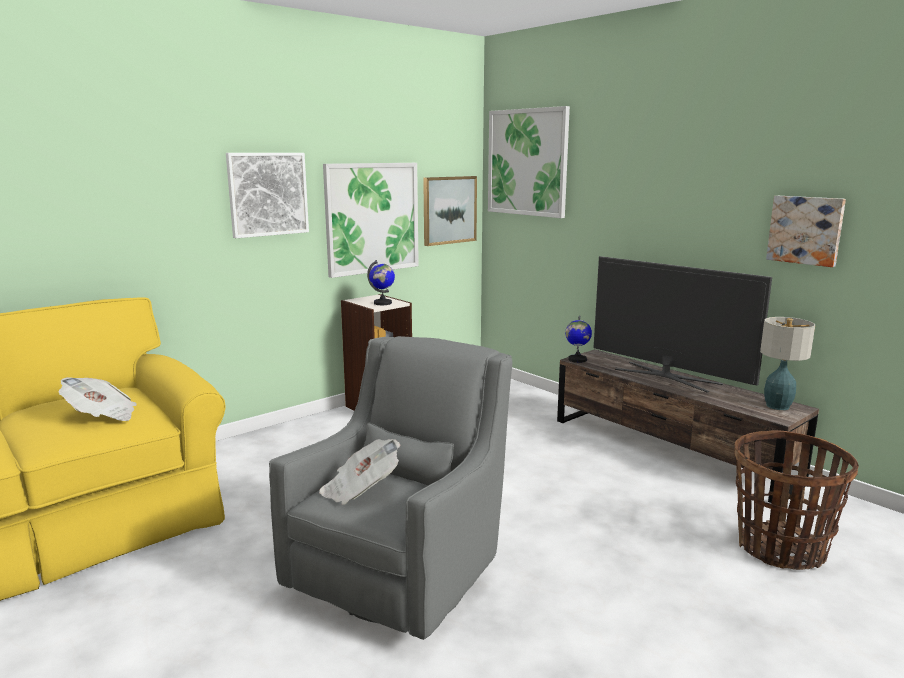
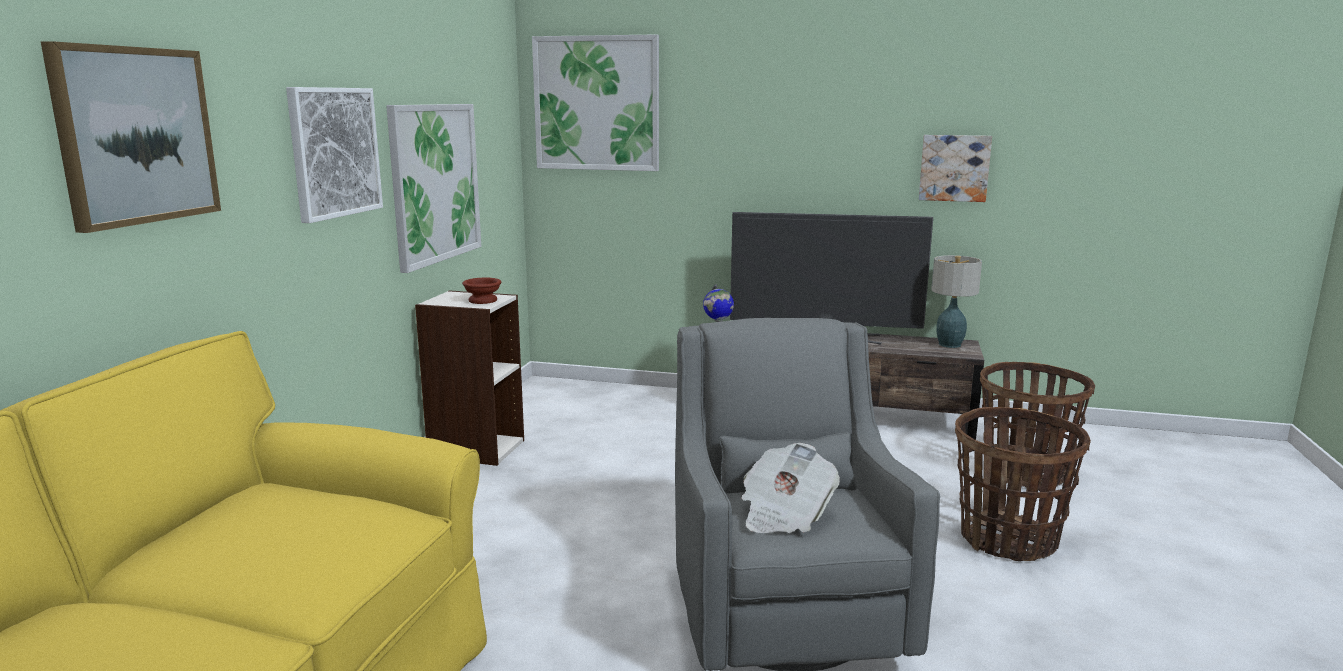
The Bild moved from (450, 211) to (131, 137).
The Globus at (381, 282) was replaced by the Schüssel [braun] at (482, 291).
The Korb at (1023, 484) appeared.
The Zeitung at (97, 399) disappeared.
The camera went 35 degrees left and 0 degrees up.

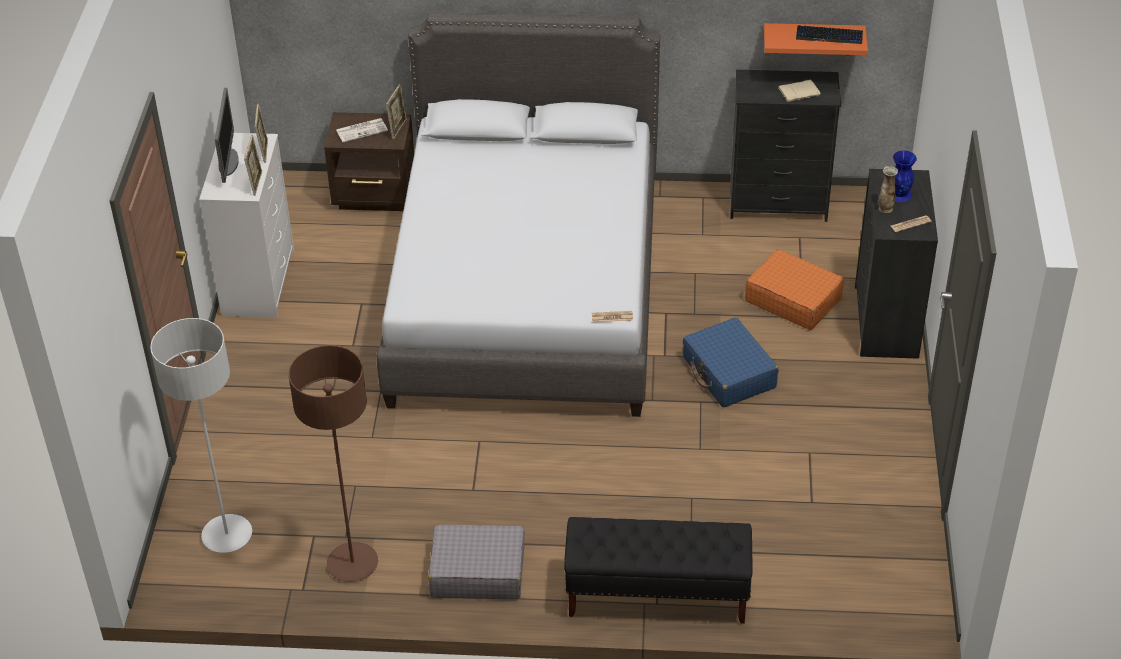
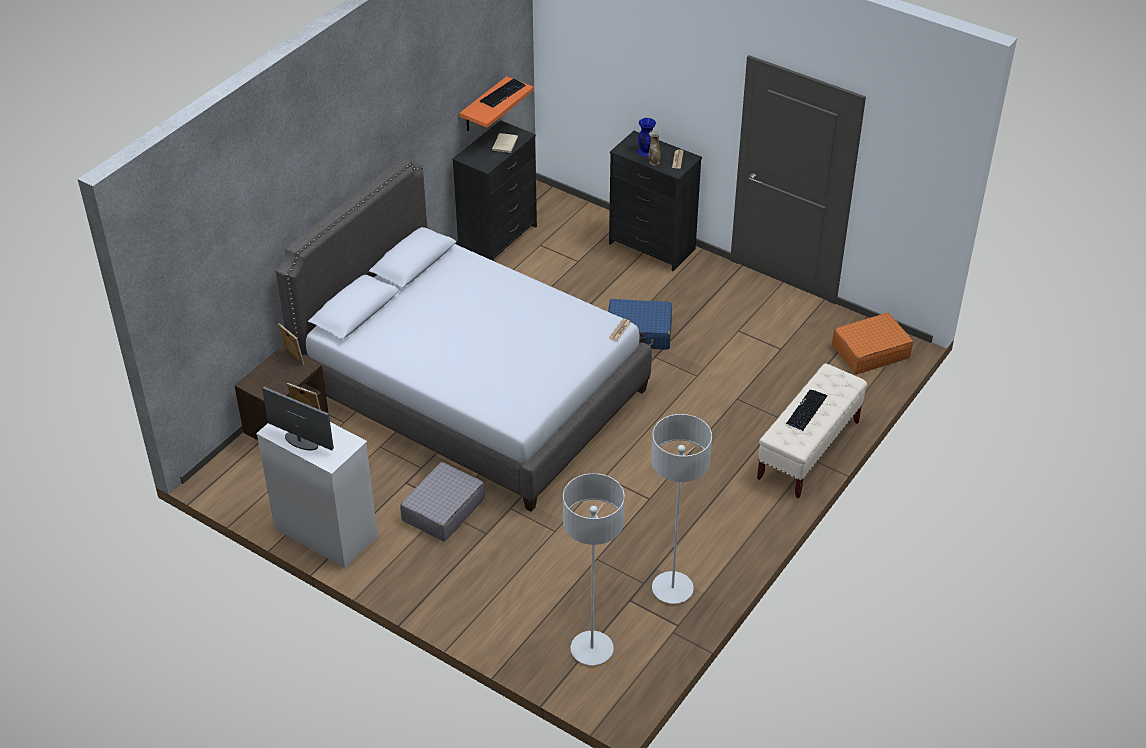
The Koffer [grau] moved from (476, 562) to (442, 501).
The Stehlampe [braun] at (333, 463) became the Stehlampe [grau] at (681, 509).
The Bank [schwarz] at (658, 570) became the Bank [beige] at (812, 430).
The Tastatur at (806, 410) appeared.
The Koffer [orange] moved from (794, 289) to (872, 343).
The Bilderrahmen at (253, 165) disappeared.
The Zeitung at (362, 130) disappeared.
The camera went 60 degrees left and 0 degrees up.

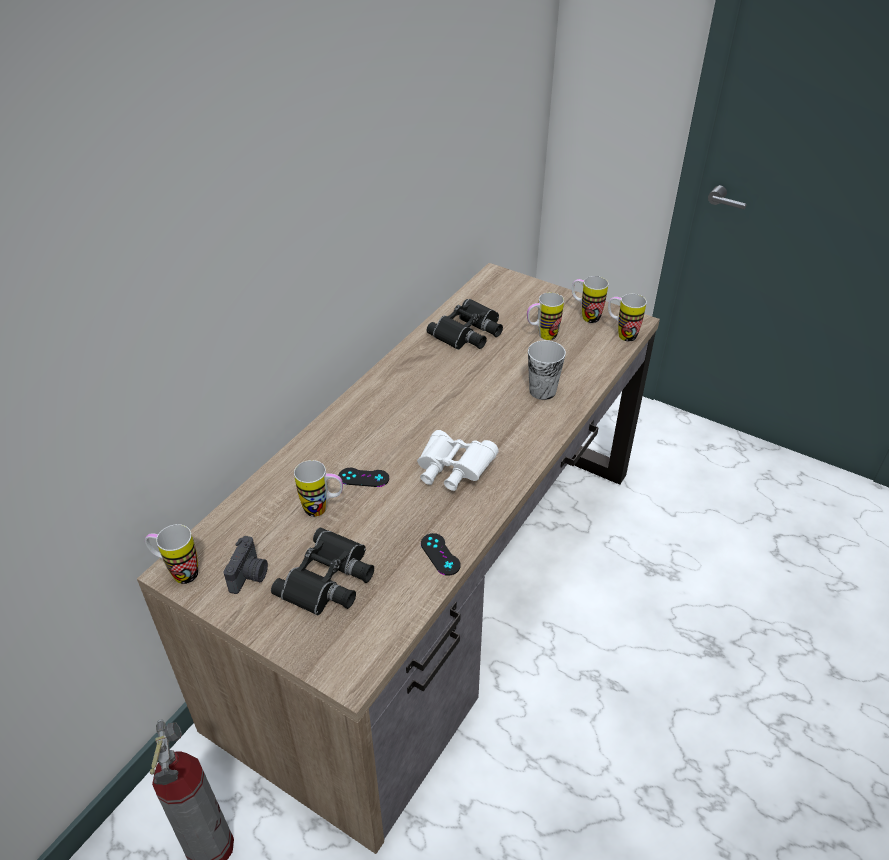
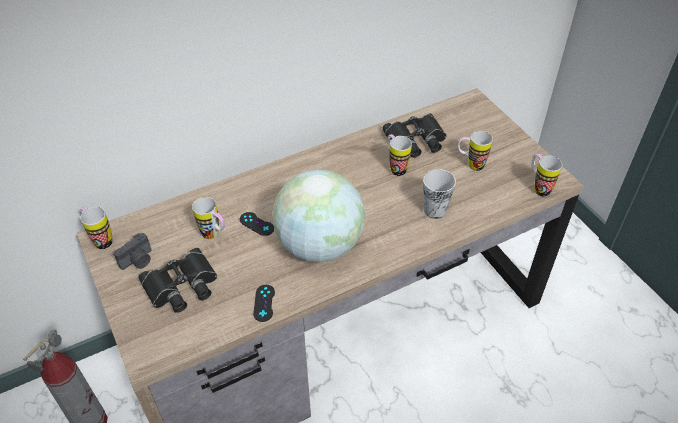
The Fernglas [weiß] at (458, 460) was replaced by the Globus at (318, 216).
The Henkelbecher moved from (590, 299) to (399, 155).
The camera went 30 degrees right and 5 degrees up.

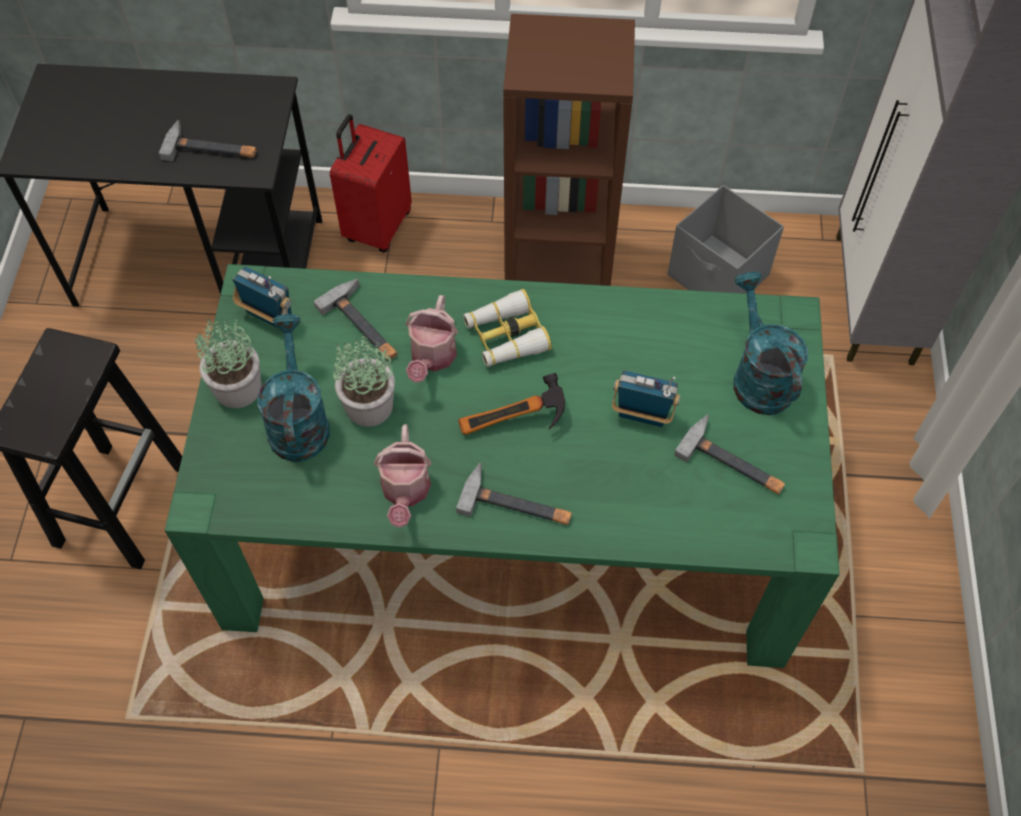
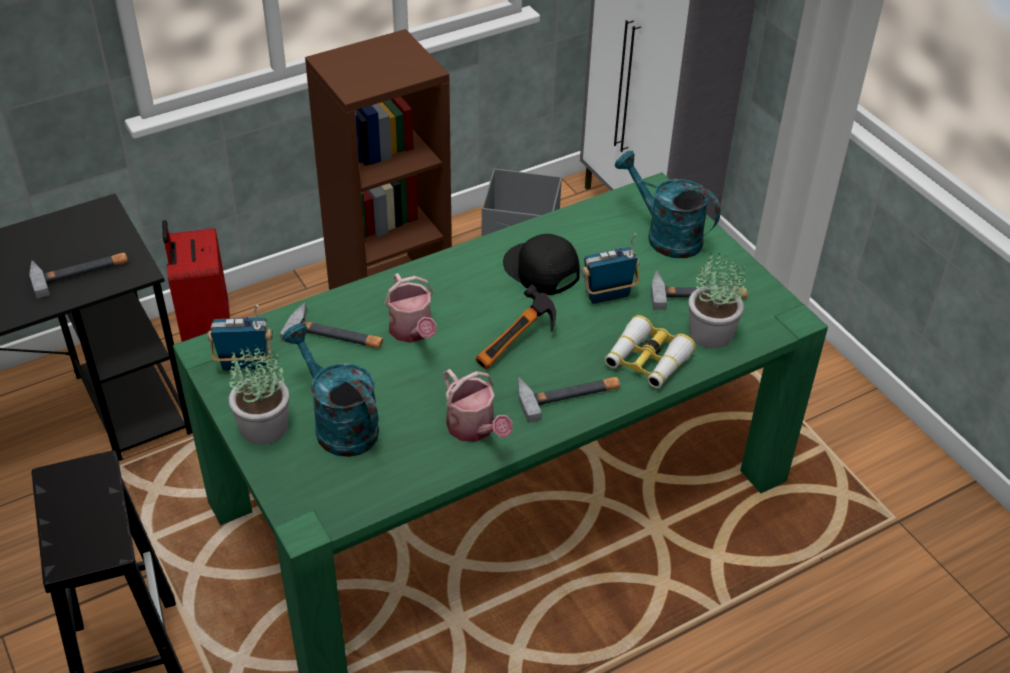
The Kappe [schwarz] at (541, 264) appeared.
The Fernglas moved from (507, 328) to (650, 351).
The Topfpflanze moved from (364, 381) to (717, 301).
The camera went 35 degrees left and 15 degrees down.

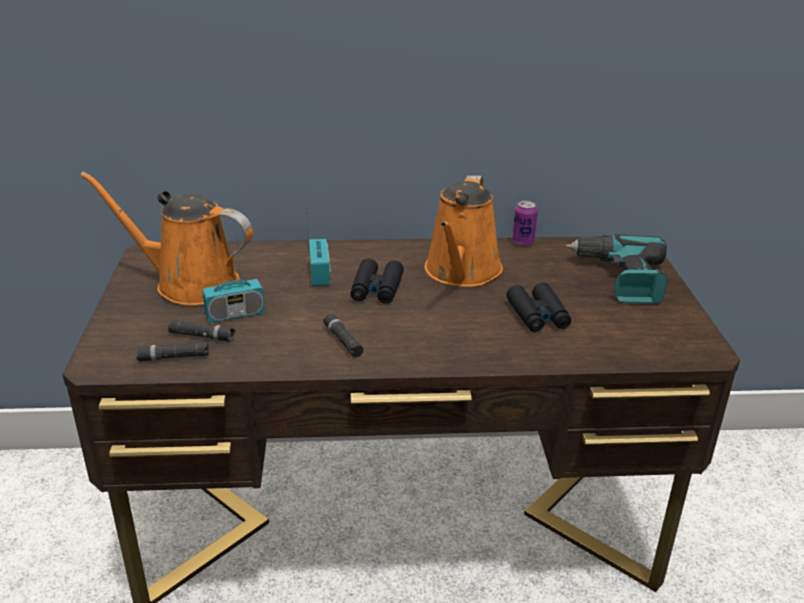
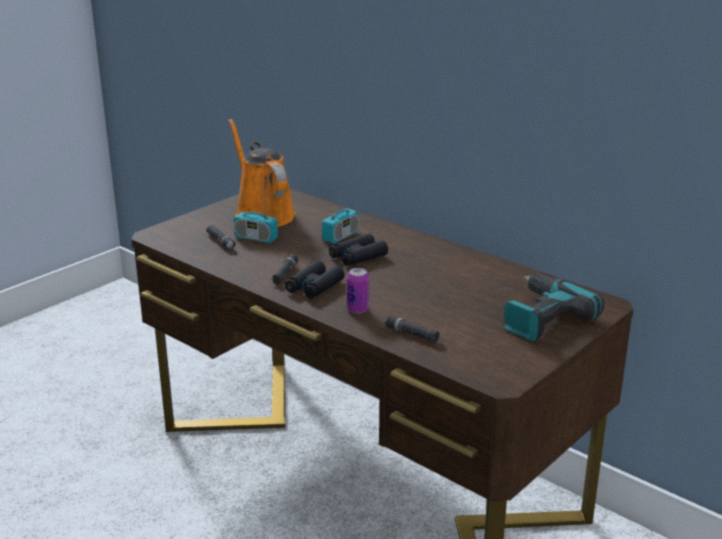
The Fernglas [schwarz] moved from (539, 307) to (315, 279).
The Dose moved from (525, 223) to (358, 291).
The Taschenlampe [schwarz] moved from (172, 352) to (412, 329).
The Gießkanne [orange] at (464, 231) disappeared.
The camera went 45 degrees right and 5 degrees down.

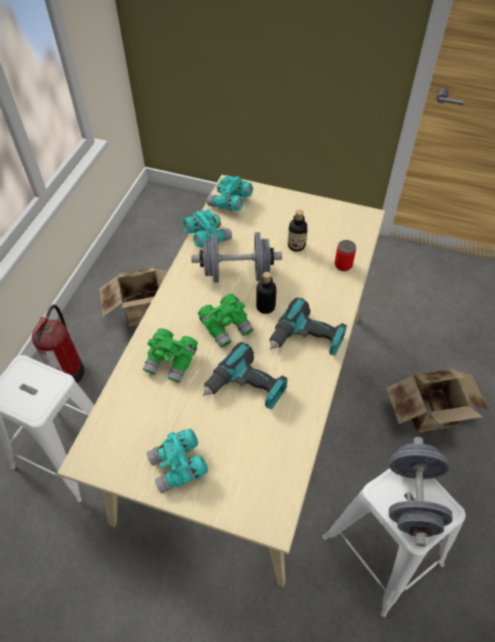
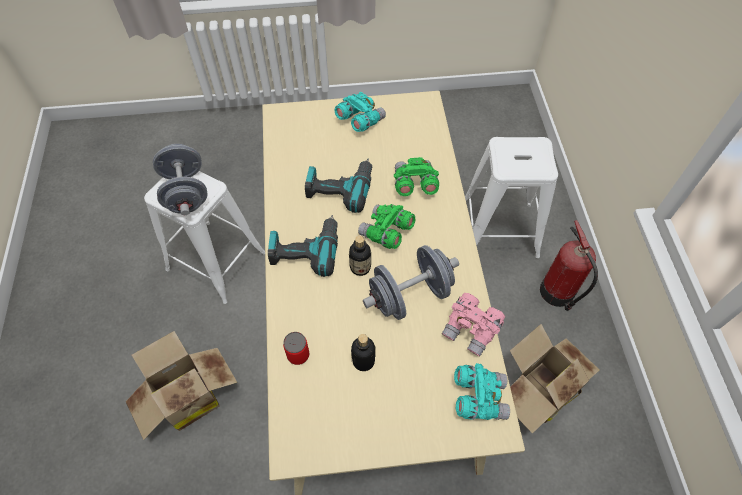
The Fernglas [türkis] at (207, 228) became the Fernglas [rosa] at (473, 324).
The camera went 155 degrees right and 5 degrees up.

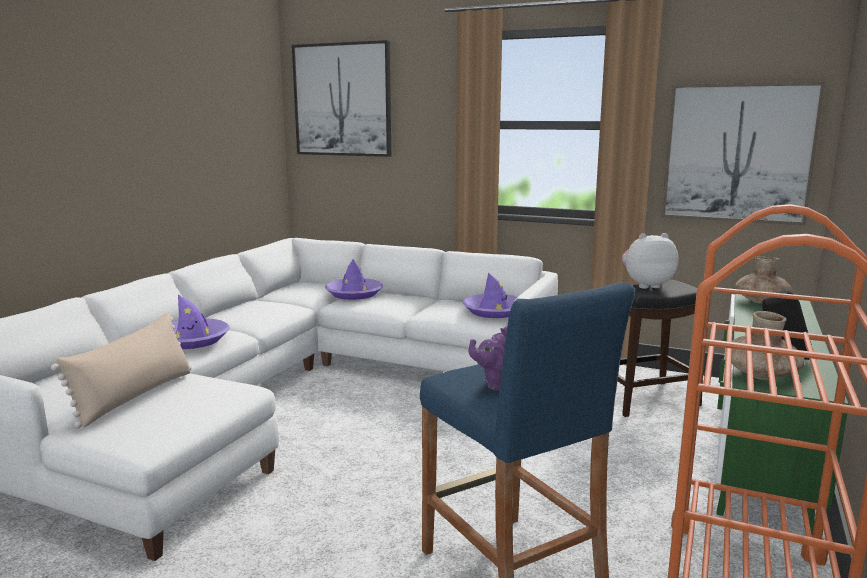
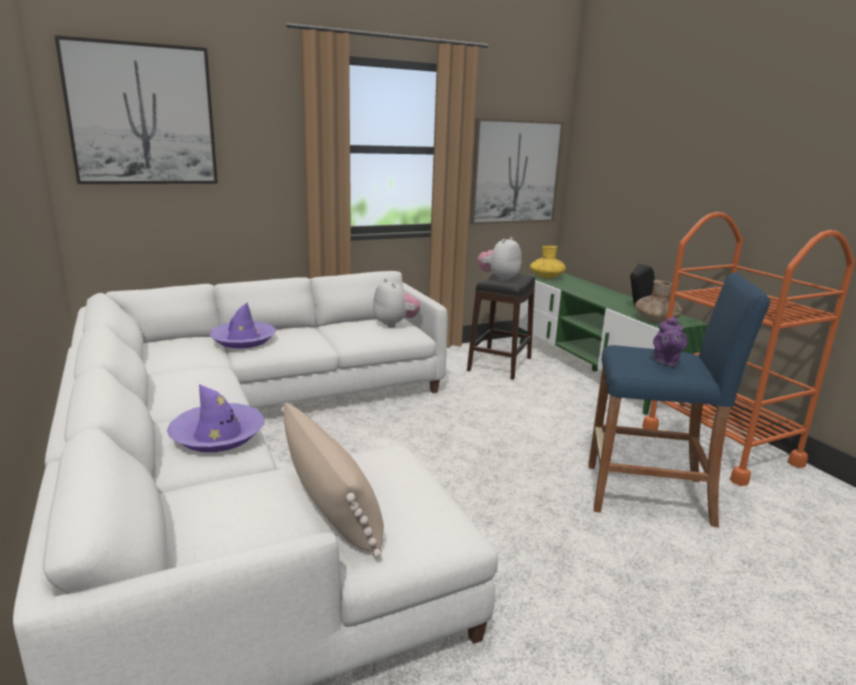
The Hut [lila] at (489, 295) was replaced by the Plüschtier at (396, 303).
The Vase [braun] at (763, 280) became the Vase [gelb] at (548, 262).
The camera went 50 degrees left and 5 degrees up.

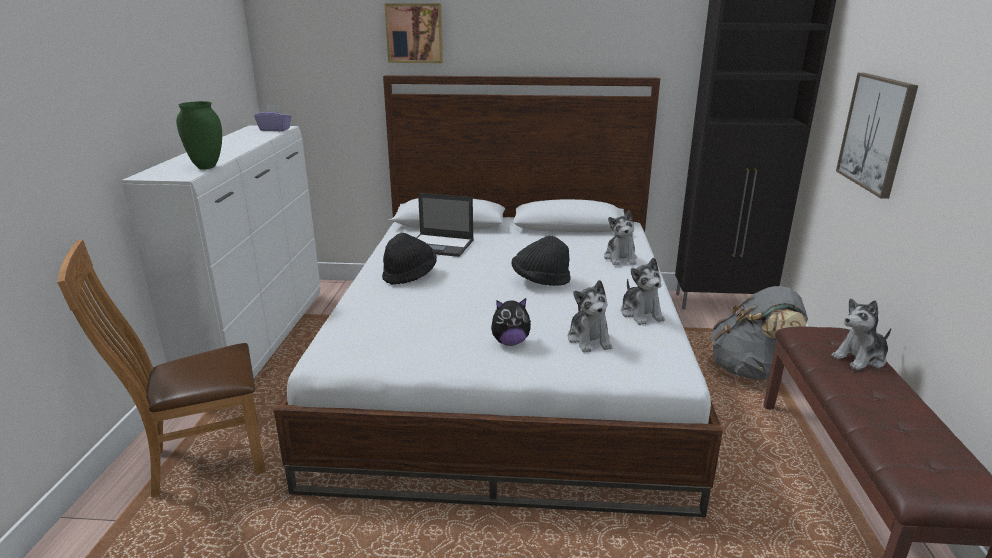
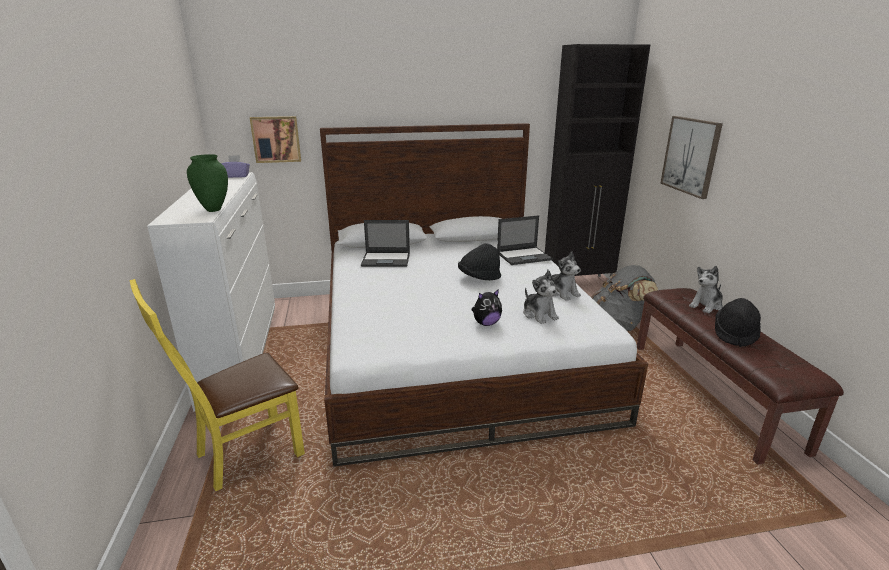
The Stuhl [braun] at (161, 368) became the Stuhl [gelb] at (217, 385).
The Bild moved from (413, 33) to (275, 139).
The Plüschtier at (620, 237) was replaced by the Laptop at (525, 240).
The Hut [schwarz] moved from (409, 259) to (738, 322).
The camera went 15 degrees left and 0 degrees up.

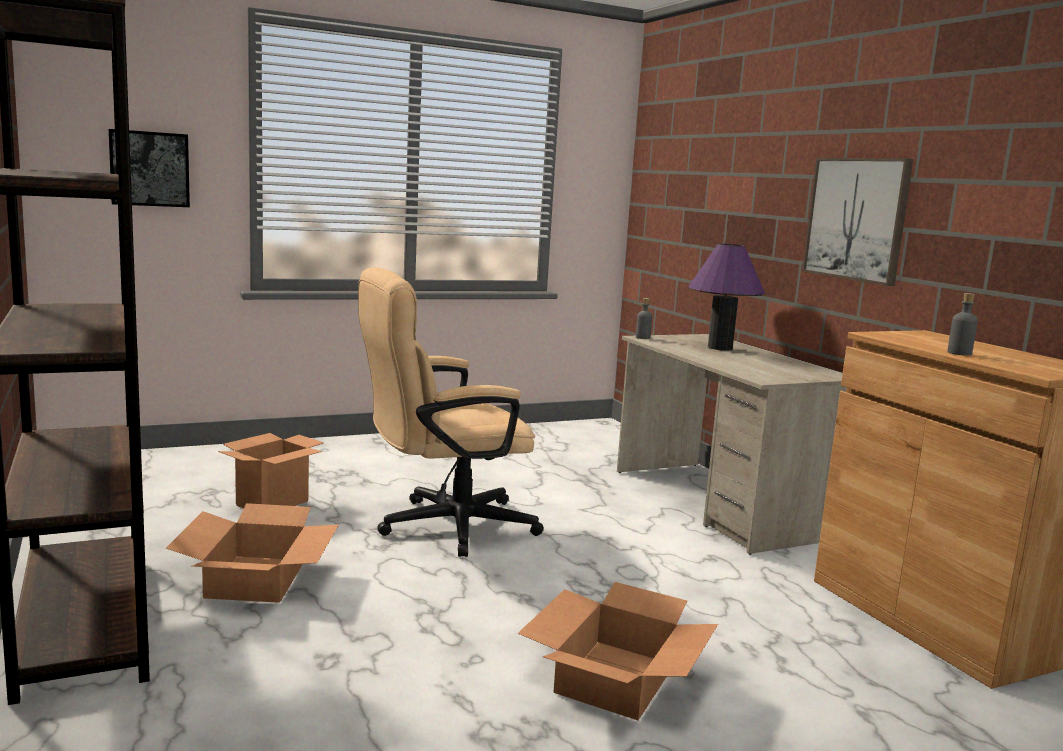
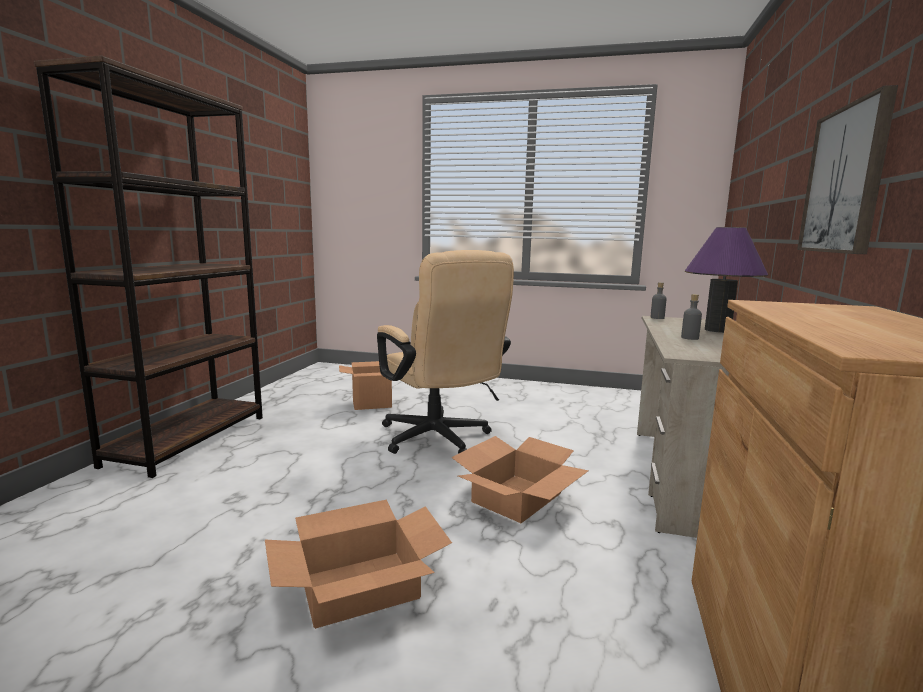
The Bürostuhl [beige] at (451, 412) turned 135 degrees counterclockwise.
The Karton moved from (252, 553) to (520, 479).
The Flasche [grau] moved from (962, 324) to (691, 317).
The Bild at (149, 168) disappeared.
The camera went 40 degrees right and 0 degrees up.

